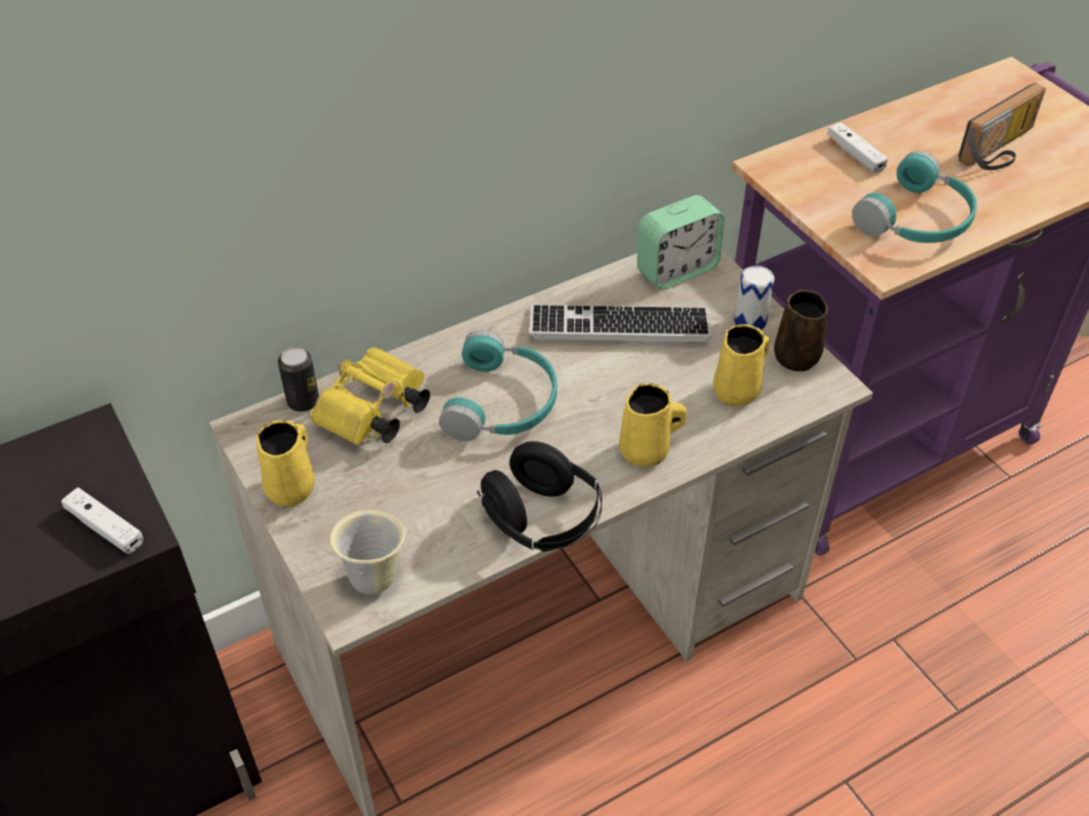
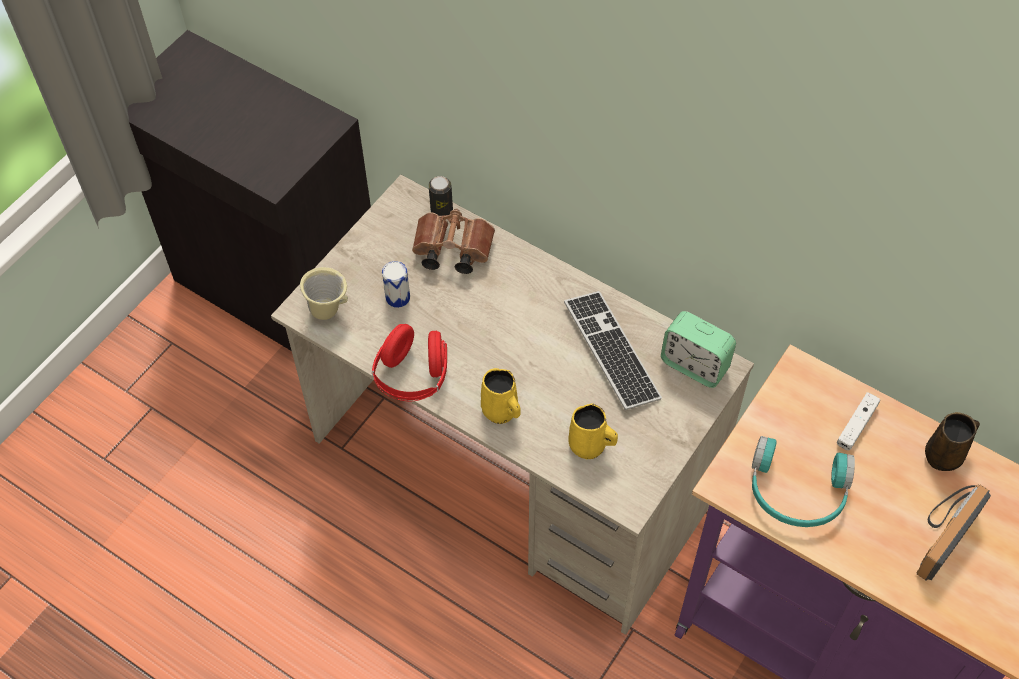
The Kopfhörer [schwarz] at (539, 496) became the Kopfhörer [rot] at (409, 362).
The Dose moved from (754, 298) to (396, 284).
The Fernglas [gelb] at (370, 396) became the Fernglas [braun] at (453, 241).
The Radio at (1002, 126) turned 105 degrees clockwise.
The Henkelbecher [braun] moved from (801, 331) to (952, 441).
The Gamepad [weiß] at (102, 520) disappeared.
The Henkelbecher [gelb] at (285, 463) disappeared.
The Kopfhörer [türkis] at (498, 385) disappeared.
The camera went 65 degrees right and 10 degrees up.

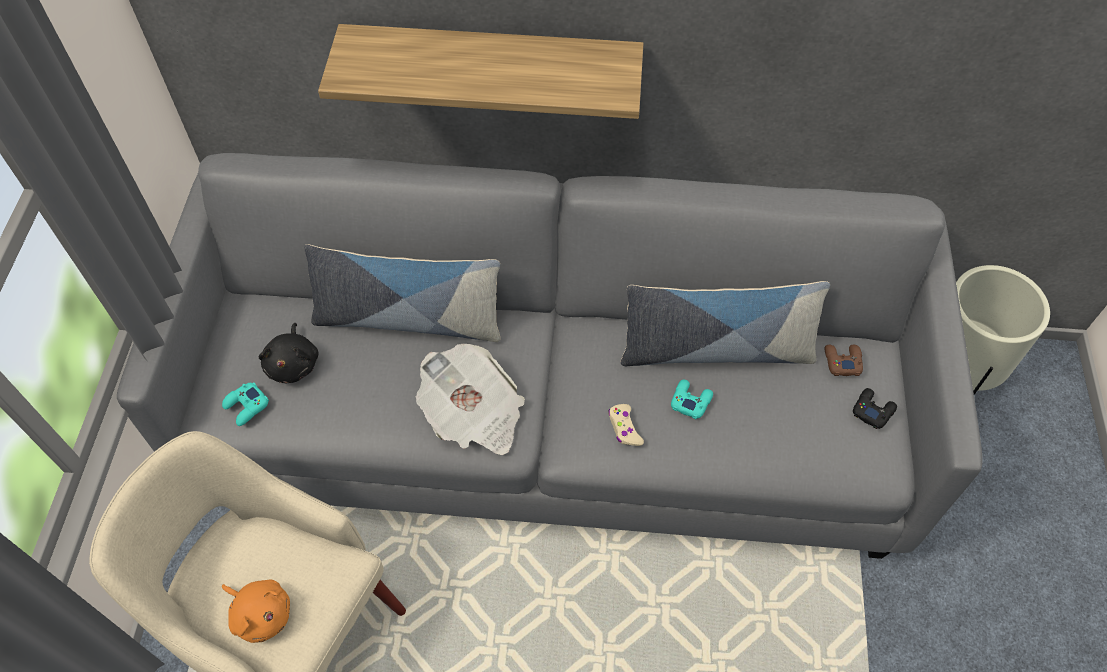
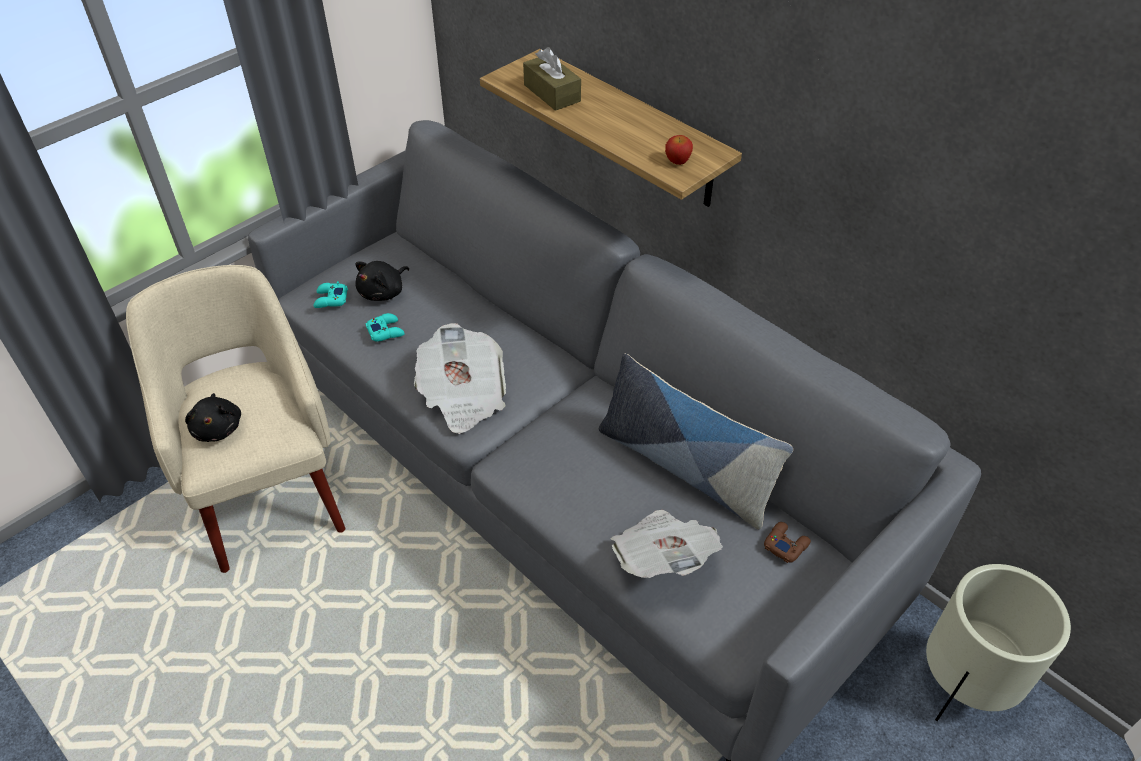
The Plüschtier [orange] at (256, 611) became the Plüschtier [schwarz] at (213, 417).
The Gamepad [türkis] moved from (692, 399) to (385, 327).
The Taschentuchbox [braun] at (552, 79) appeared.
The Zeitung at (667, 544) appeared.
The Apfel at (679, 150) appeared.
The Kissen at (402, 293) disappeared.
The Gamepad [beige] at (626, 425) disappeared.
The Gamepad [schwarz] at (875, 408) disappeared.
The camera went 40 degrees right and 10 degrees down.

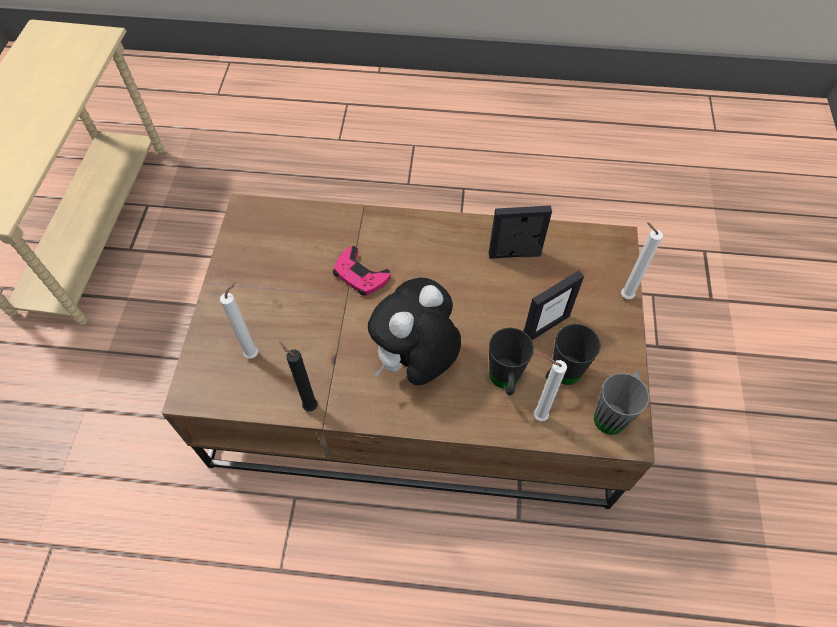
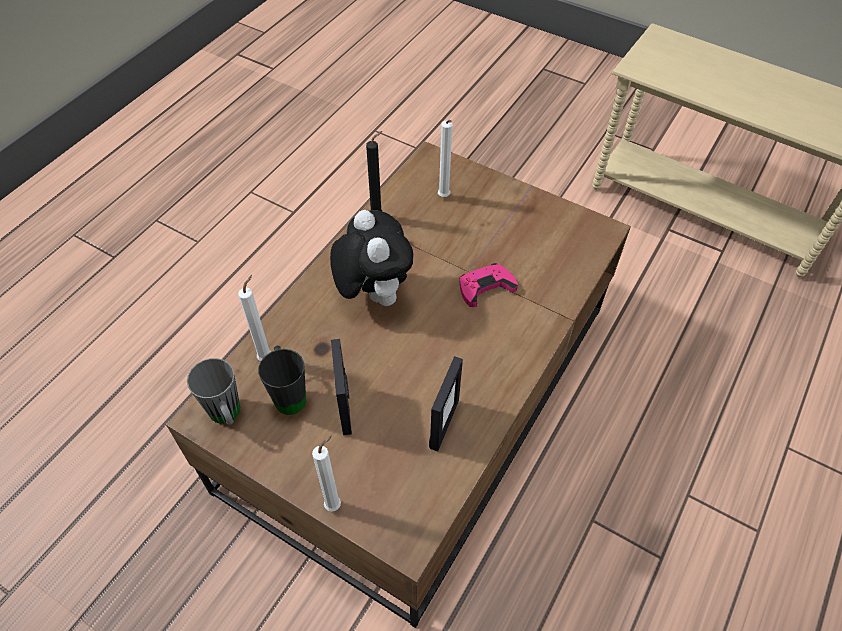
The Henkelbecher [schwarz] at (511, 362) disappeared.
The camera went 115 degrees right and 5 degrees down.

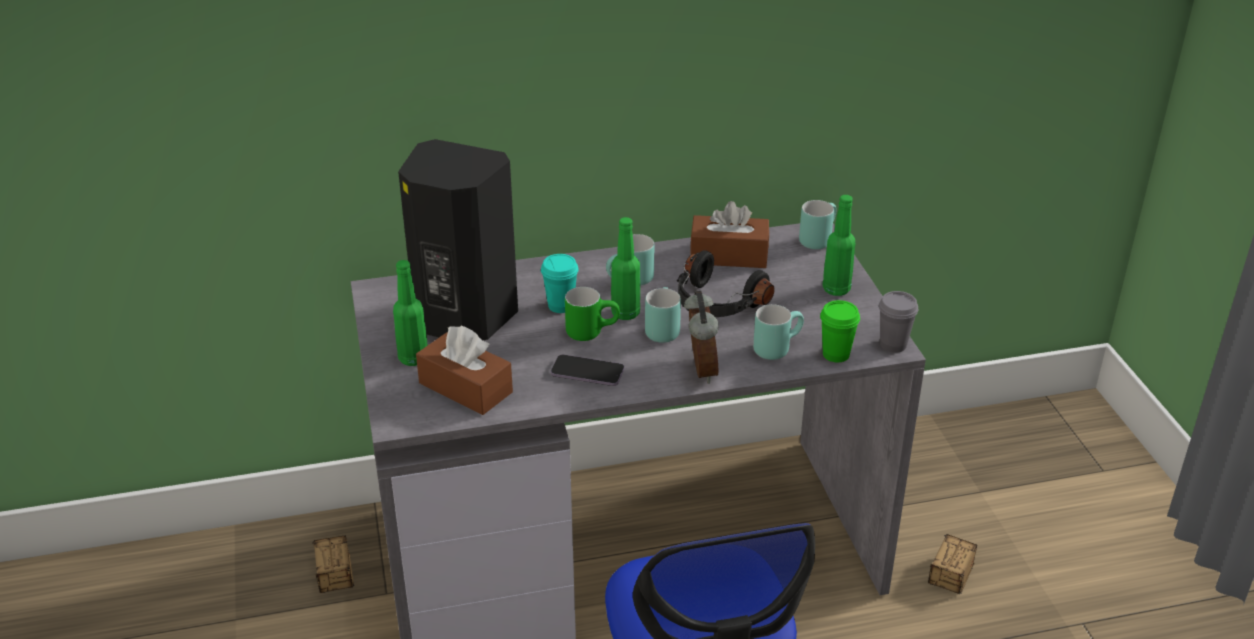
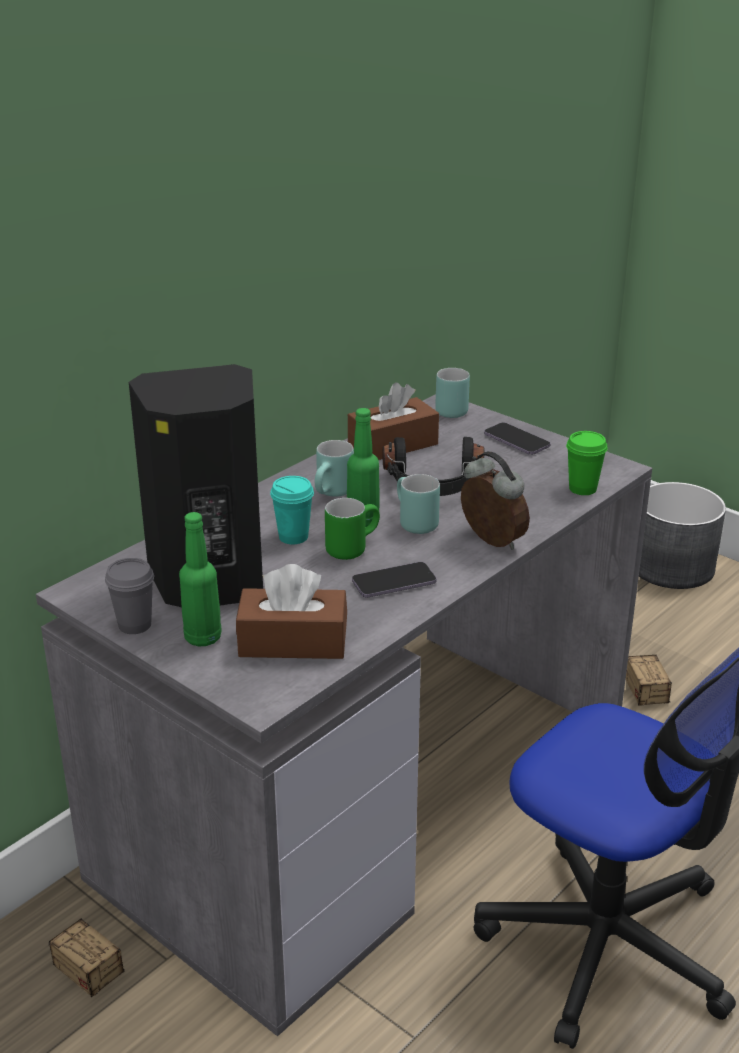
The Tasse [grau] moved from (898, 322) to (129, 596).
The Flasche [grün] at (838, 245) was replaced by the Handy at (517, 438).
The Pflanzkübel [grau] at (682, 535) appeared.
The Henkelbecher [türkis] at (778, 332) disappeared.
The camera went 35 degrees left and 5 degrees down.

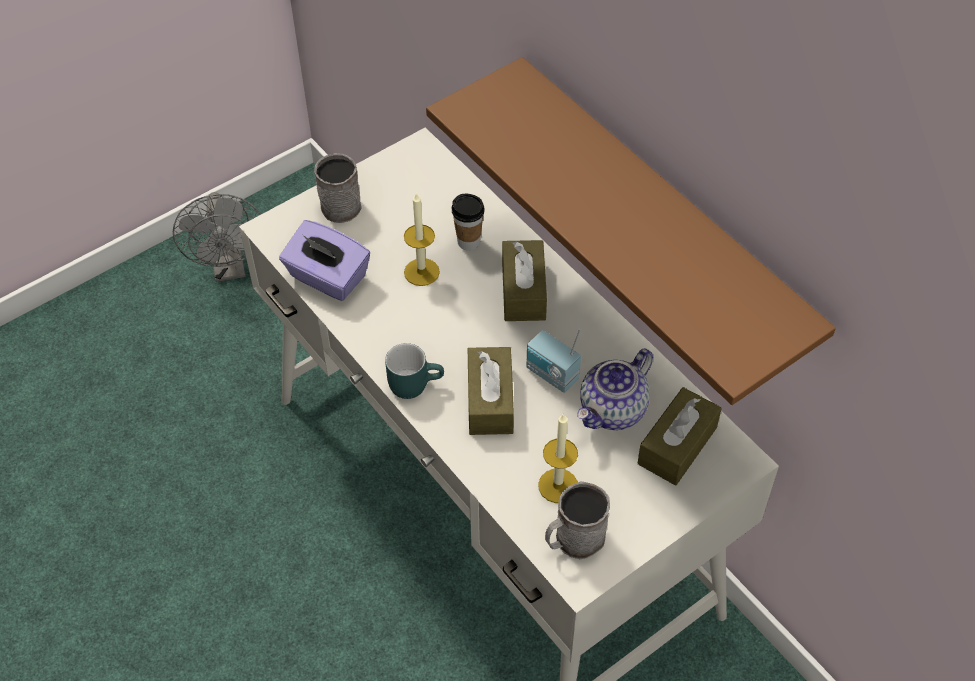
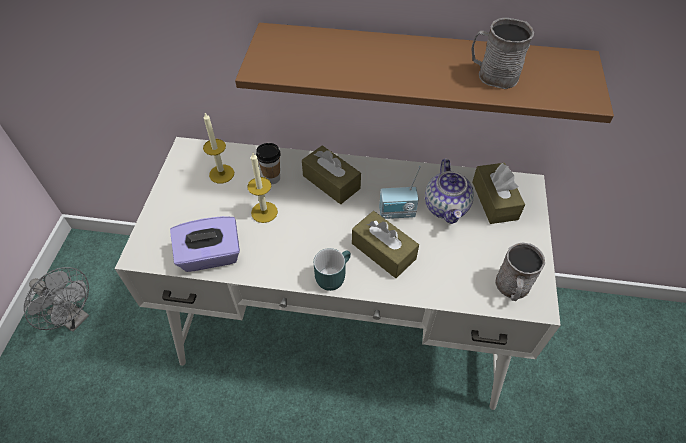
The Kerze moved from (558, 458) to (218, 148).
The Henkelbecher [grau] moved from (338, 188) to (502, 53).
The camera went 45 degrees left and 0 degrees up.

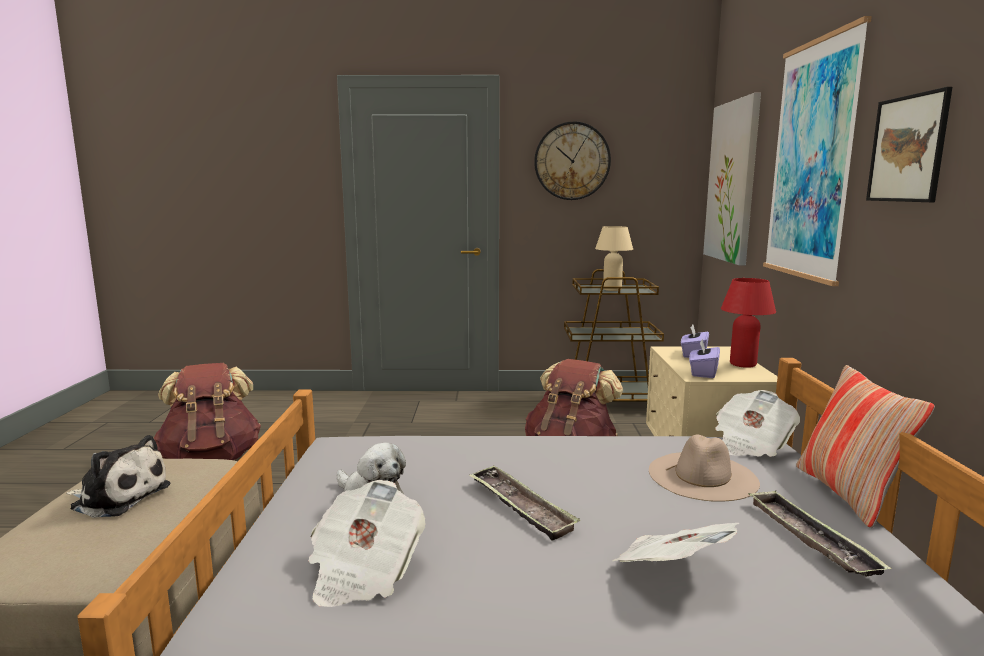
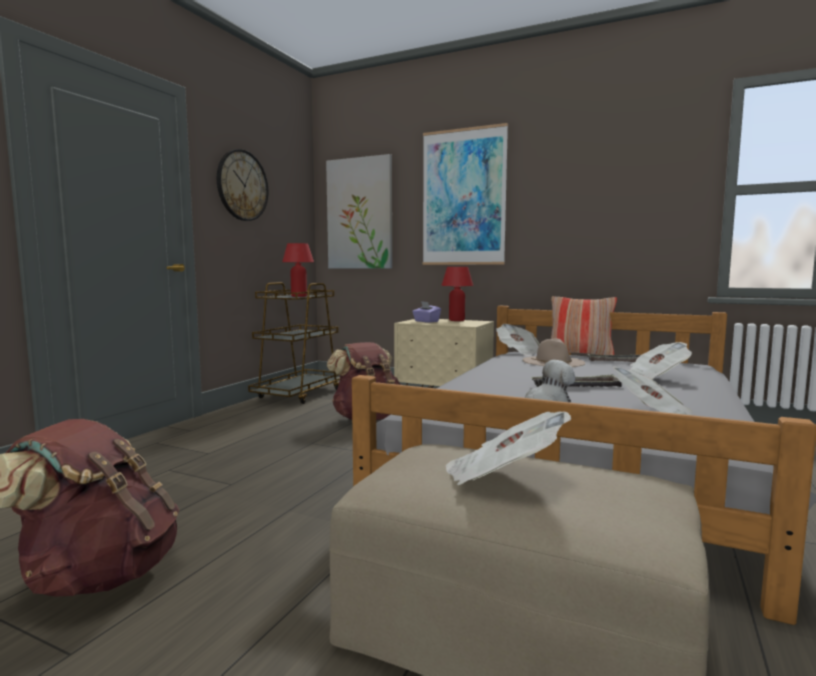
The Tischlampe [beige] at (614, 258) became the Tischlampe [rot] at (298, 270).
The Plüschtier at (118, 476) was replaced by the Zeitung at (508, 448).
The Taschentuchbox [lila] at (704, 358) disappeared.
The Bild at (909, 144) disappeared.
The camera went 65 degrees left and 5 degrees down.

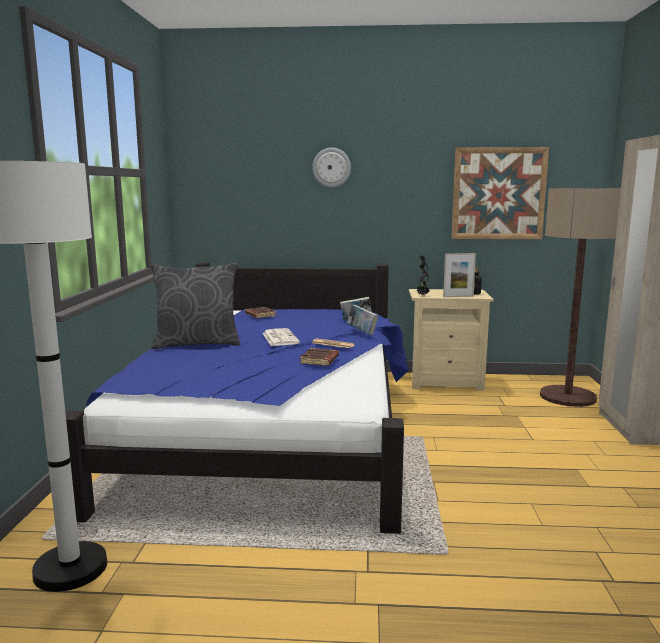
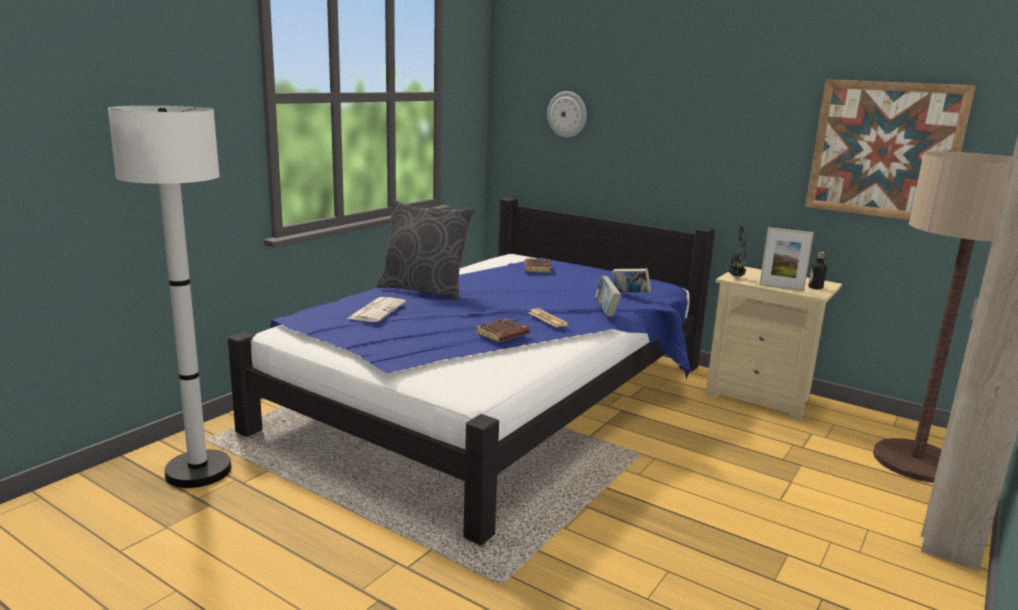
The Zeitung moved from (281, 337) to (376, 309).
The Wanduhr moved from (331, 167) to (567, 114).
The camera went 30 degrees right and 5 degrees up.

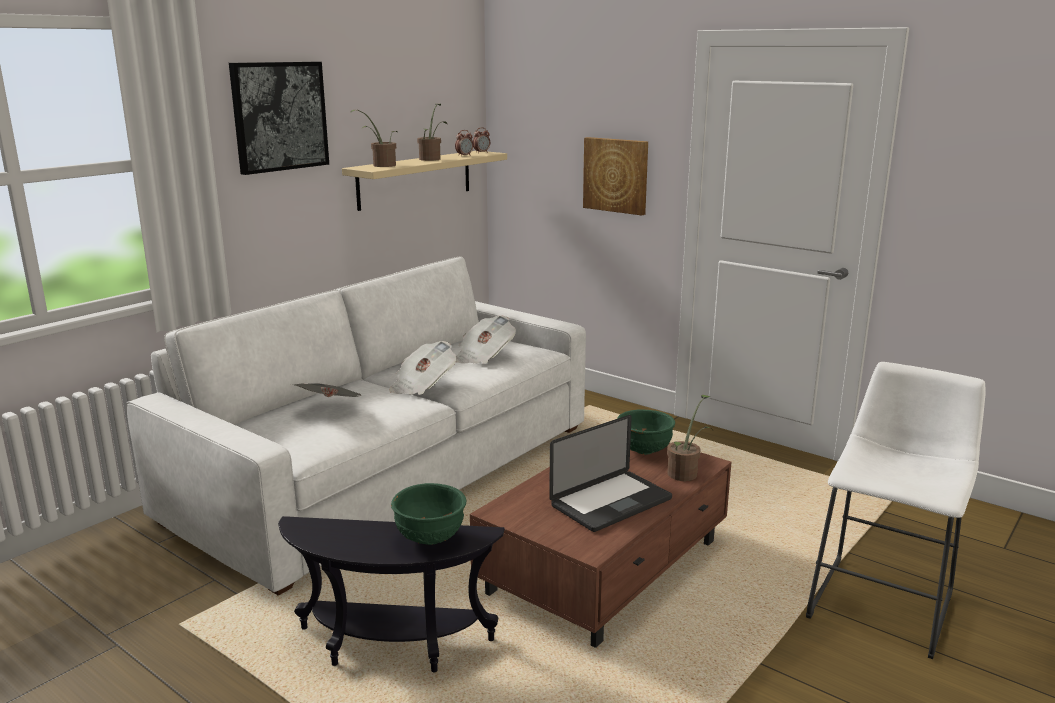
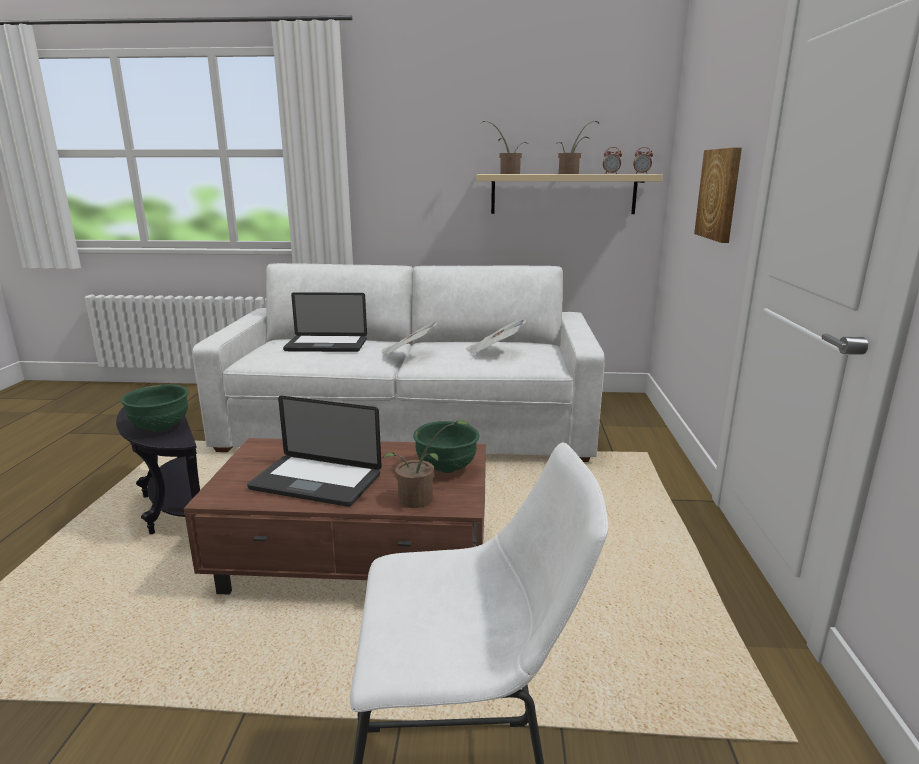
The Zeitung at (327, 390) was replaced by the Laptop at (325, 322).
The Bild at (279, 118) disappeared.
The camera went 55 degrees right and 0 degrees up.

